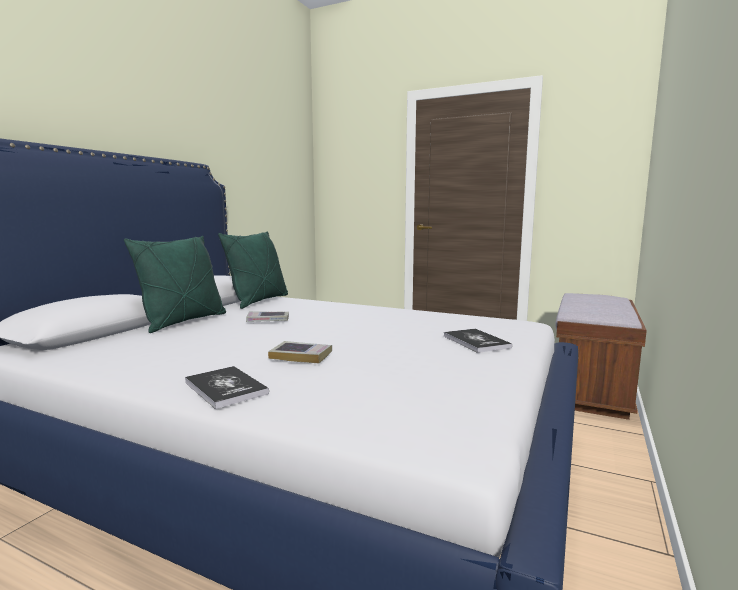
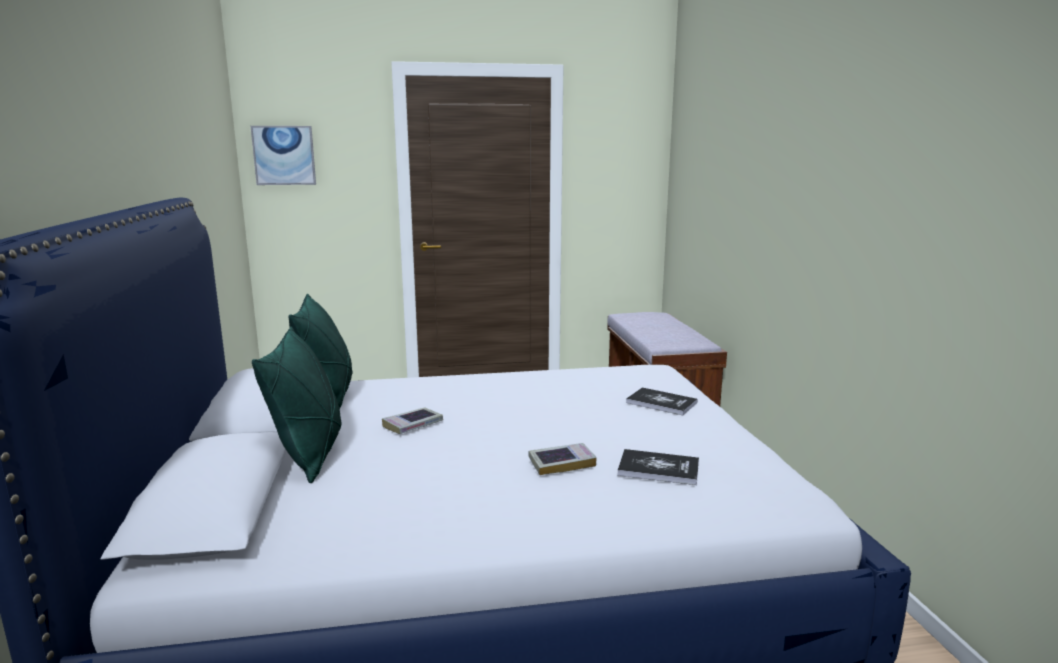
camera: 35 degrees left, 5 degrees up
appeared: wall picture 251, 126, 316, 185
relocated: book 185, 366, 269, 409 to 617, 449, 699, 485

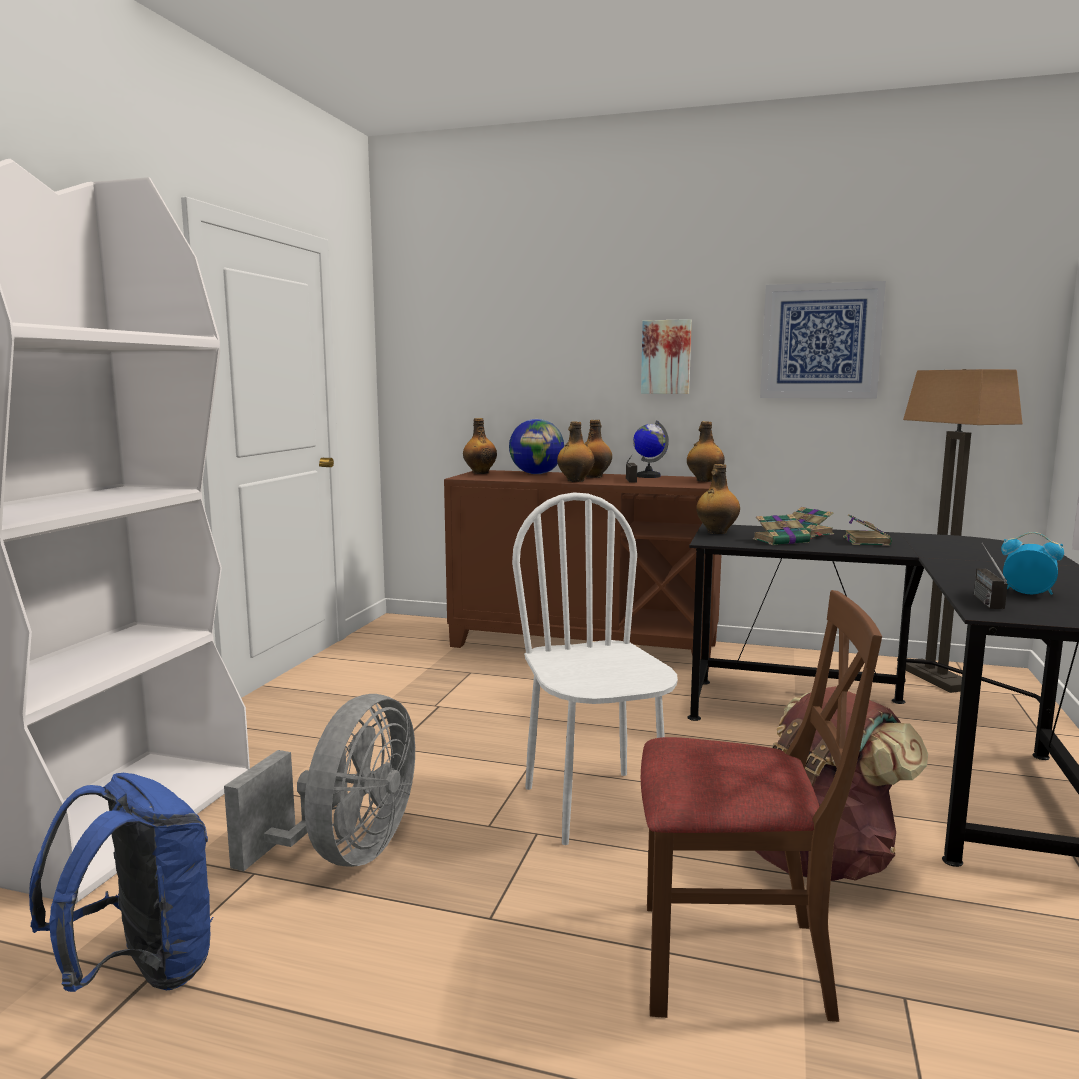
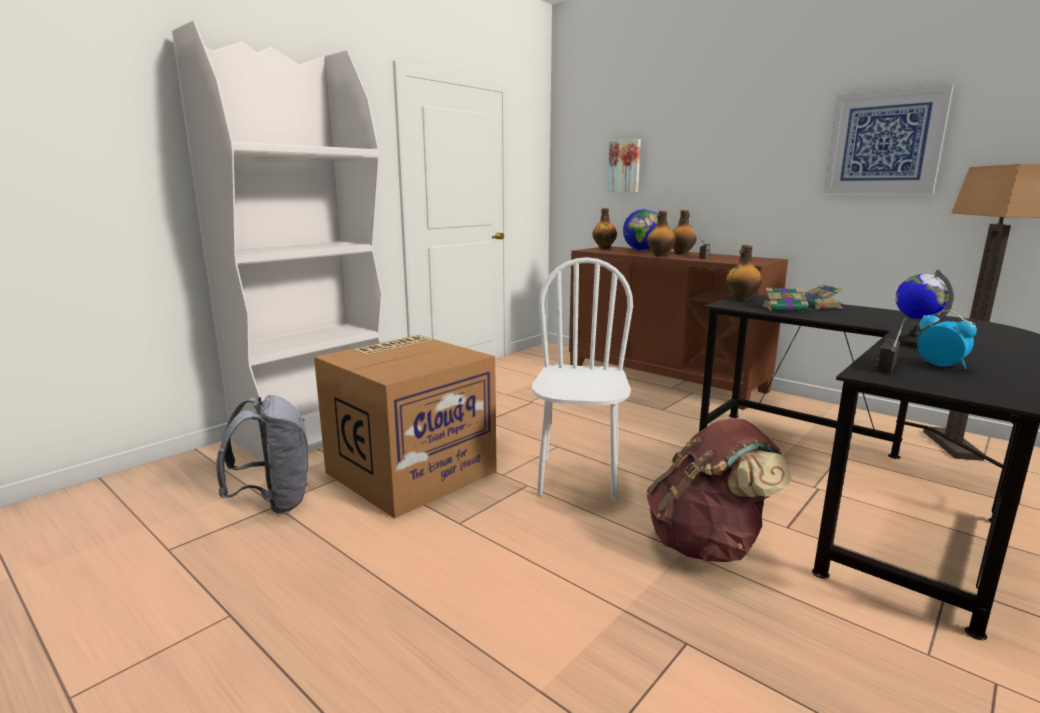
camera: 25 degrees right, 5 degrees up
missing: brown chair 641, 590, 882, 1022; bottle 687, 421, 725, 482; book 843, 514, 892, 546
relocated: globe 633, 420, 669, 478 to 895, 270, 954, 348; wall picture 641, 319, 692, 394 to 608, 139, 641, 192
exchanged: gray cooling fan 224, 694, 415, 871 to carton 314, 335, 497, 518
colour: bluish rucksack 29, 773, 213, 992 to gray rucksack 216, 395, 308, 514

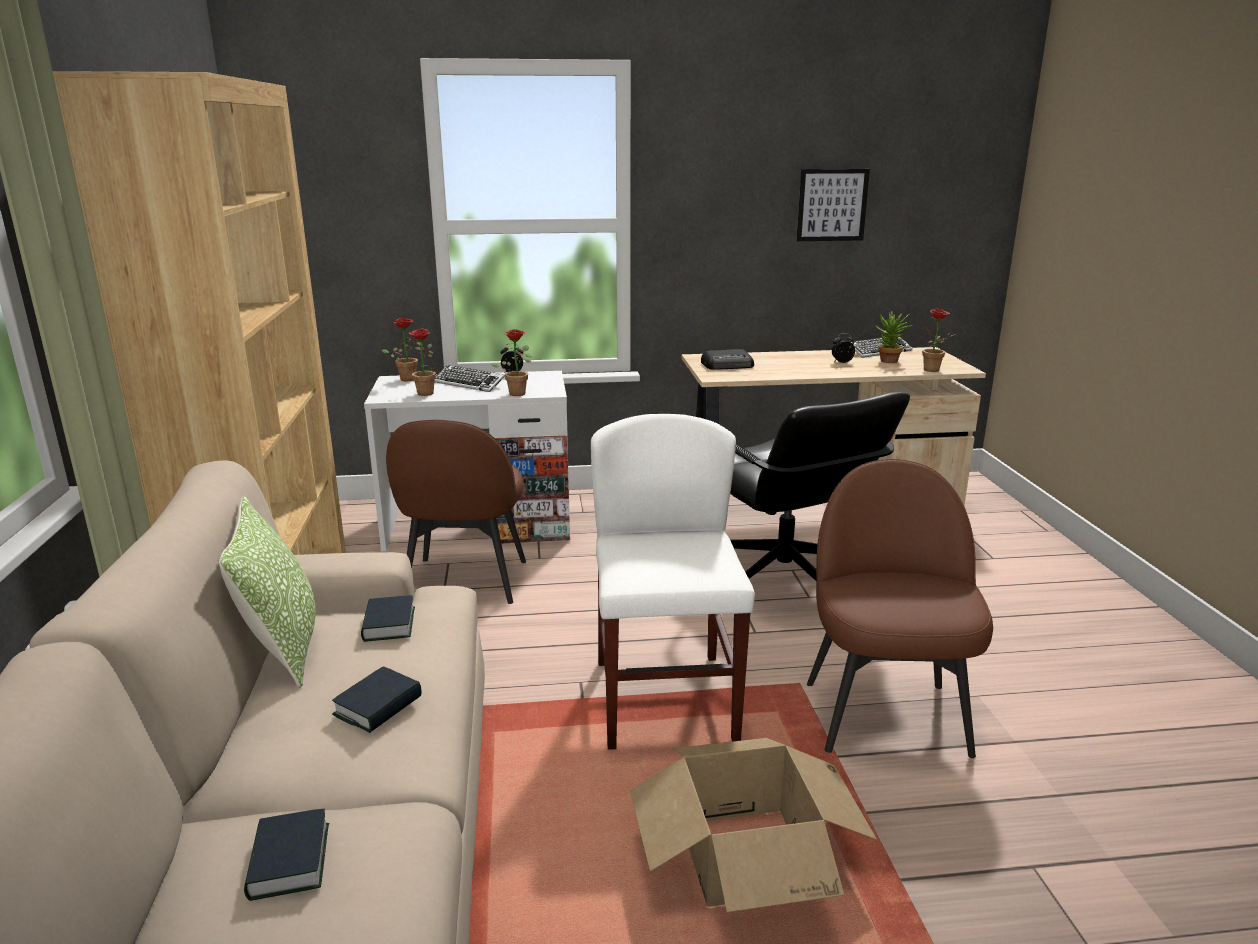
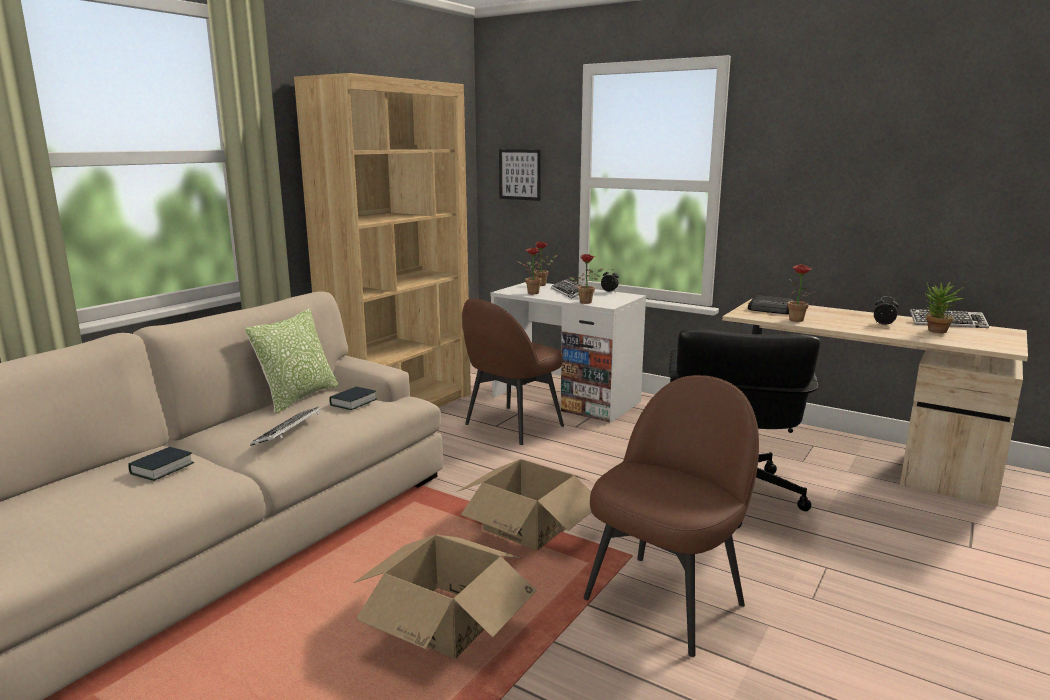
camera: 40 degrees right, 5 degrees down
relocated: wall picture 797, 169, 870, 241 to 499, 149, 541, 201; potted plant 922, 308, 956, 372 to 787, 264, 813, 322
exchanged: book 332, 666, 422, 733 to computer keyboard 250, 407, 322, 446; whitish chair 591, 414, 755, 750 to carton 457, 459, 591, 550

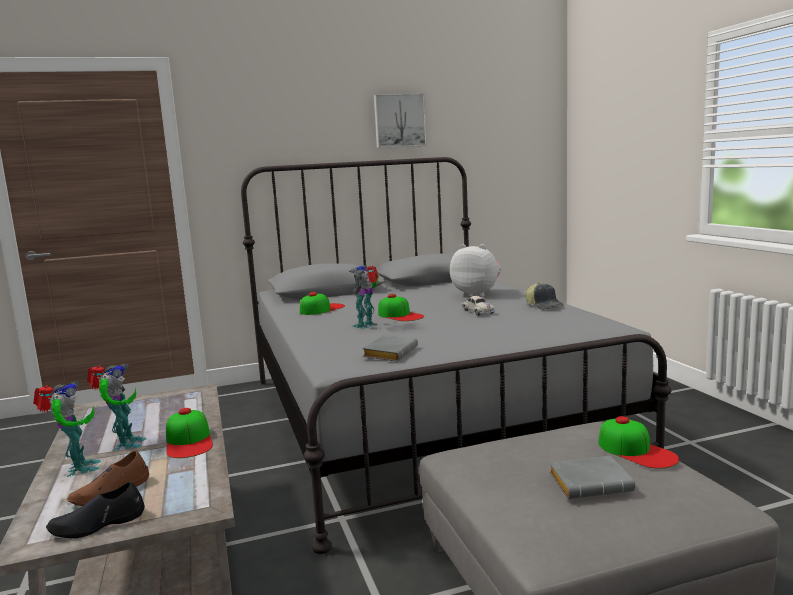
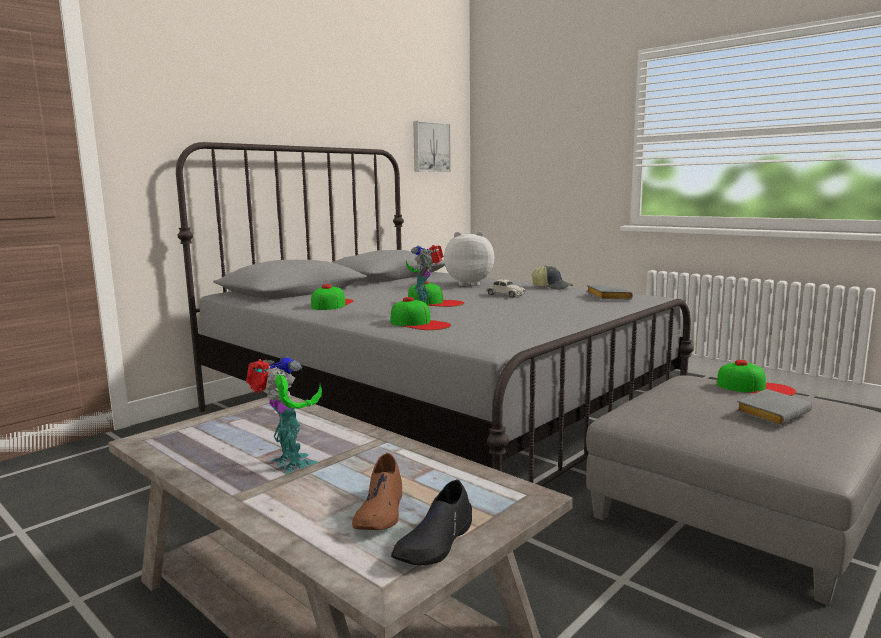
camera: 30 degrees left, 0 degrees up
missing: model robot 33, 381, 101, 477
relocated: peaked cap 166, 408, 213, 458 to 390, 297, 451, 330; gray book 362, 335, 418, 361 to 586, 285, 633, 300; wall picture 374, 93, 427, 148 to 413, 121, 451, 172

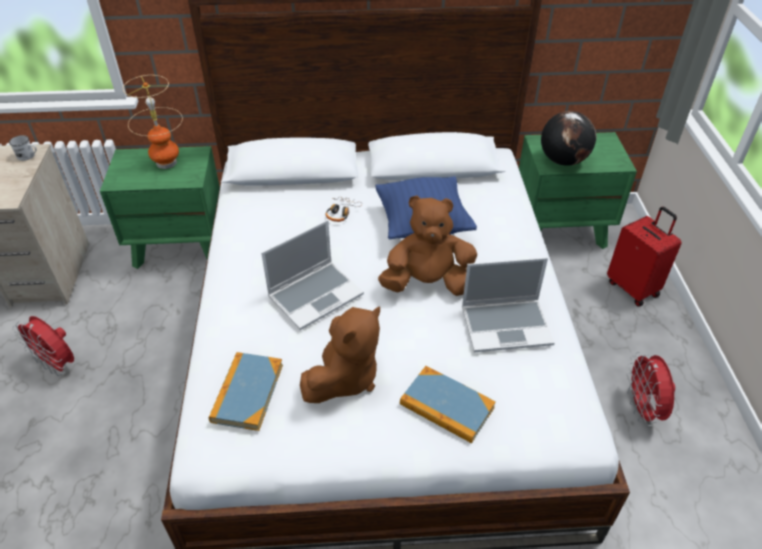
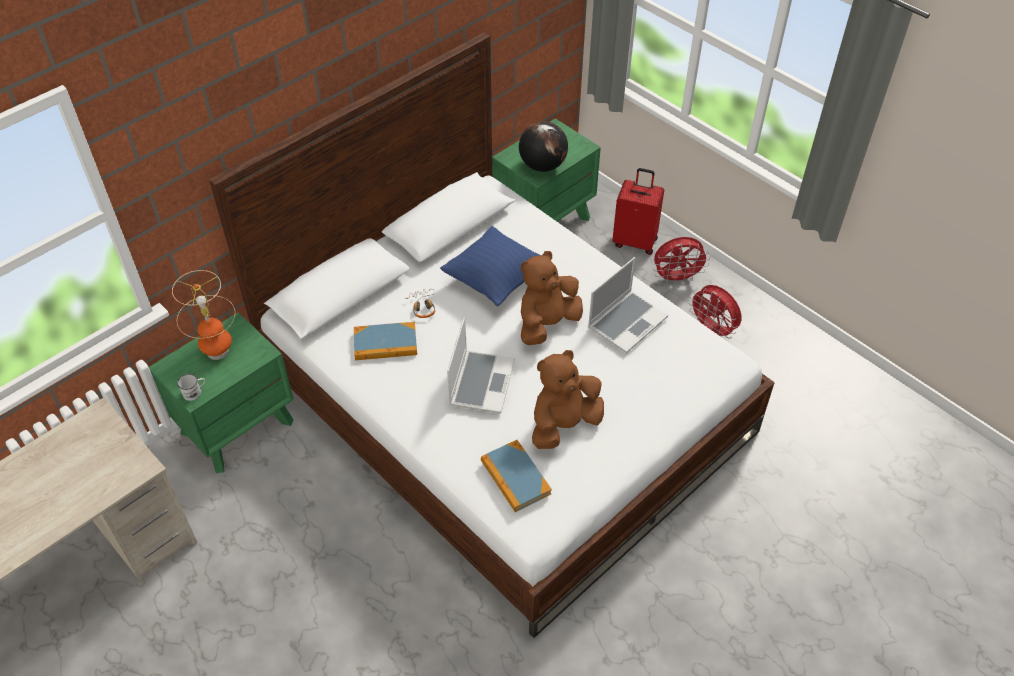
camera: 40 degrees left, 5 degrees up
relocated: whitish coffee mug 9, 135, 37, 161 to 177, 374, 206, 401; reddish cooling fan 12, 316, 74, 376 to 653, 237, 710, 285; book 400, 366, 496, 443 to 354, 322, 417, 360
spun: brown cuddly toy 300, 307, 380, 403 = 532, 350, 604, 449 120 degrees counterclockwise

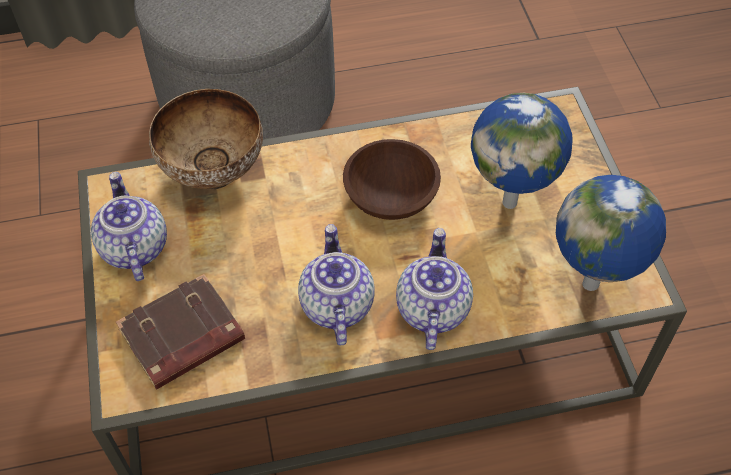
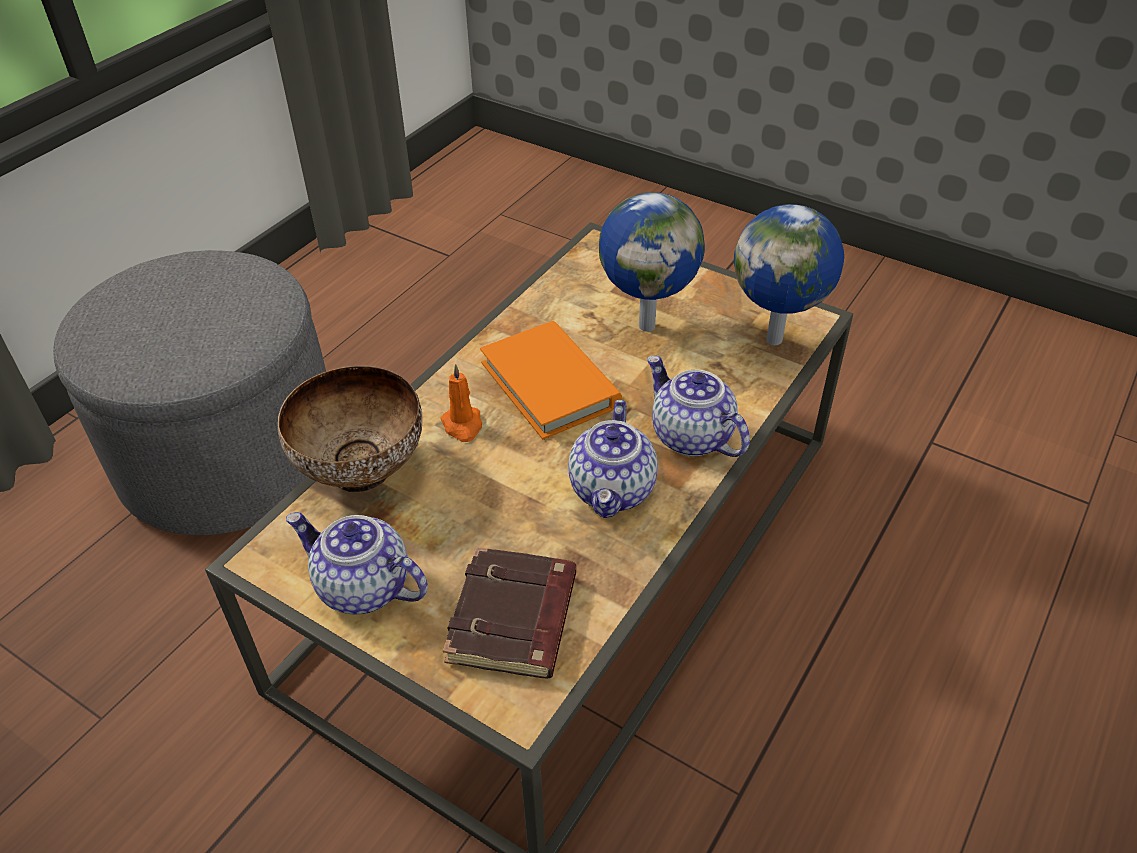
camera: 45 degrees left, 10 degrees down
appeared: orange-coloured wax candle 440, 364, 482, 442
exchanged: brown serving bowl 343, 139, 441, 220 to orange-coloured book 480, 321, 622, 439
spun: teapot 298, 224, 375, 346 = 568, 400, 658, 518 120 degrees counterclockwise

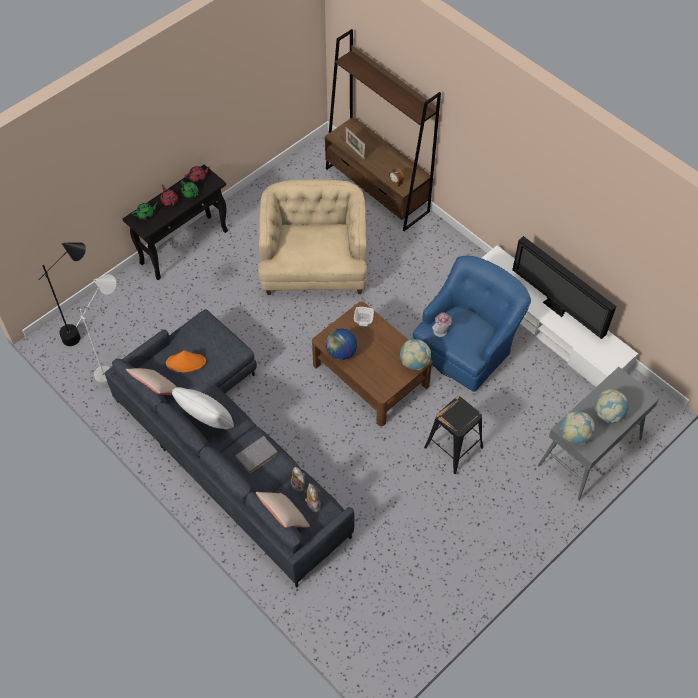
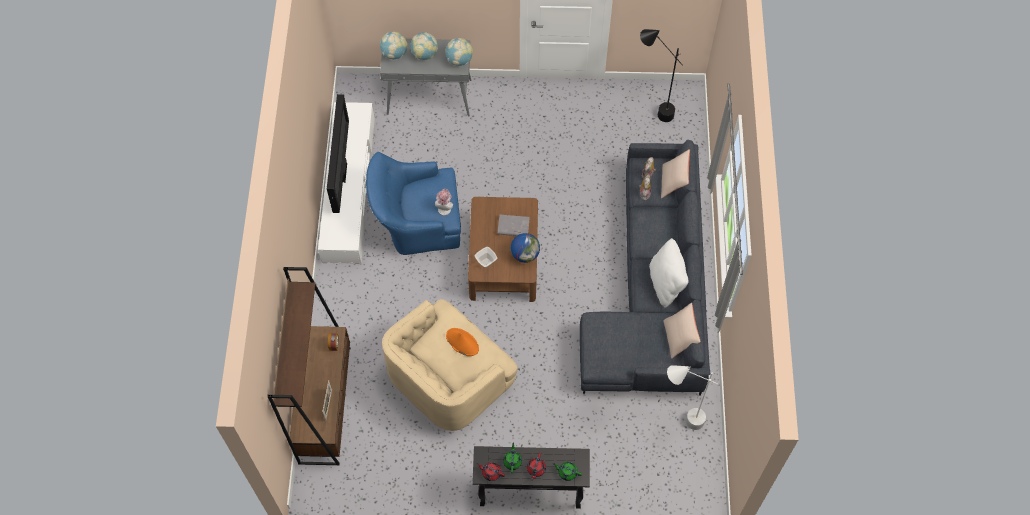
camera: 135 degrees left, 5 degrees up
missing: black stool 424, 396, 483, 474
relocated: black standard lamp 38, 242, 86, 346 to 640, 29, 683, 122; orange-coloured hat 166, 350, 206, 372 to 446, 328, 479, 356; gray book 235, 436, 278, 474 to 497, 215, 530, 236; globe 400, 339, 431, 370 to 380, 32, 408, 59

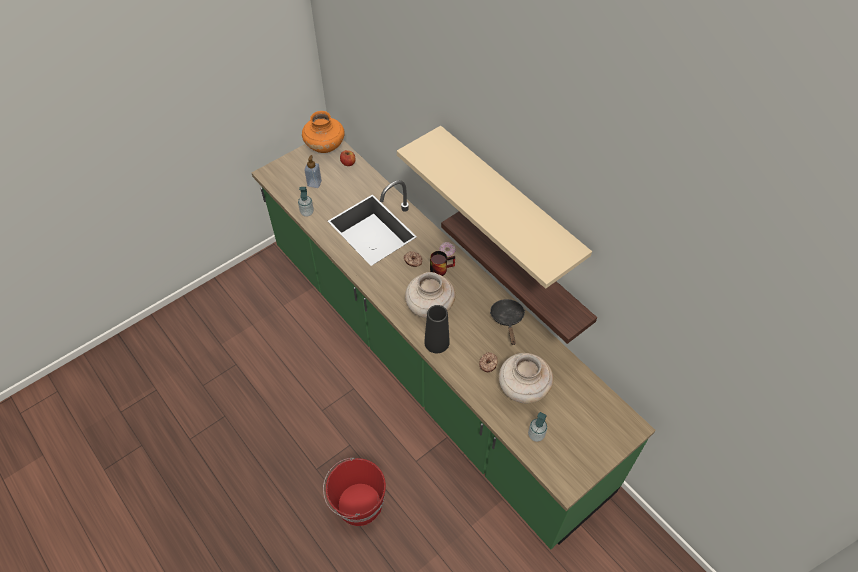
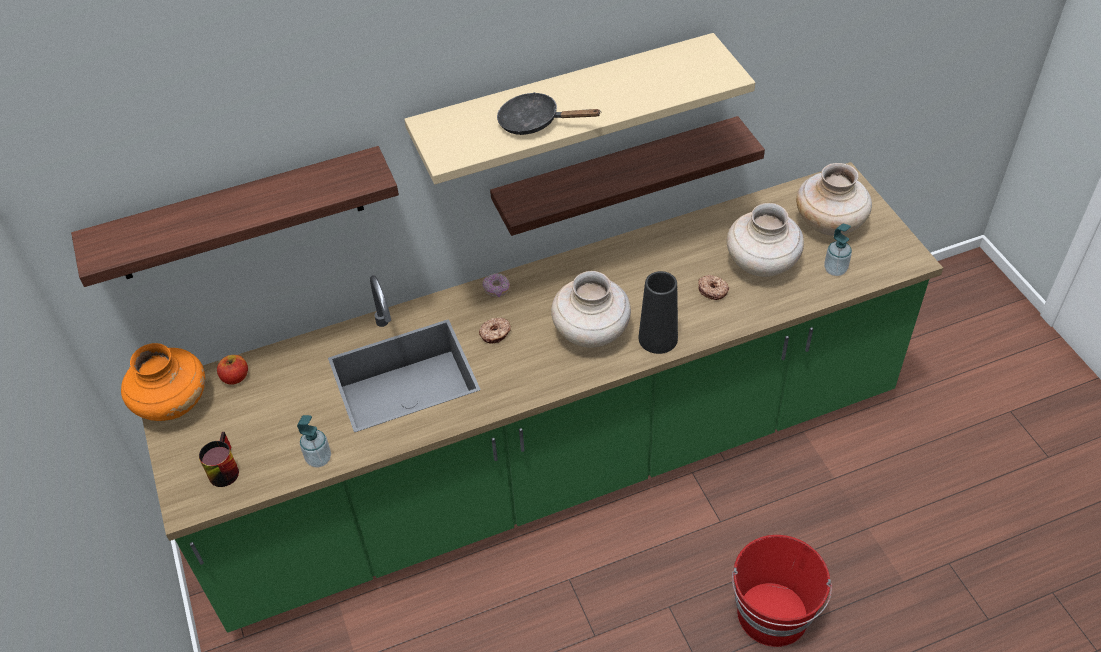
camera: 70 degrees left, 5 degrees down
missing: soap dispenser 304, 155, 322, 188
appeared: wall shelf 71, 146, 399, 287; beige flower vase 796, 163, 872, 236
relocated: coffee mug 430, 251, 455, 276 to 199, 432, 239, 487; black pan 490, 299, 525, 345 to 497, 92, 600, 135

